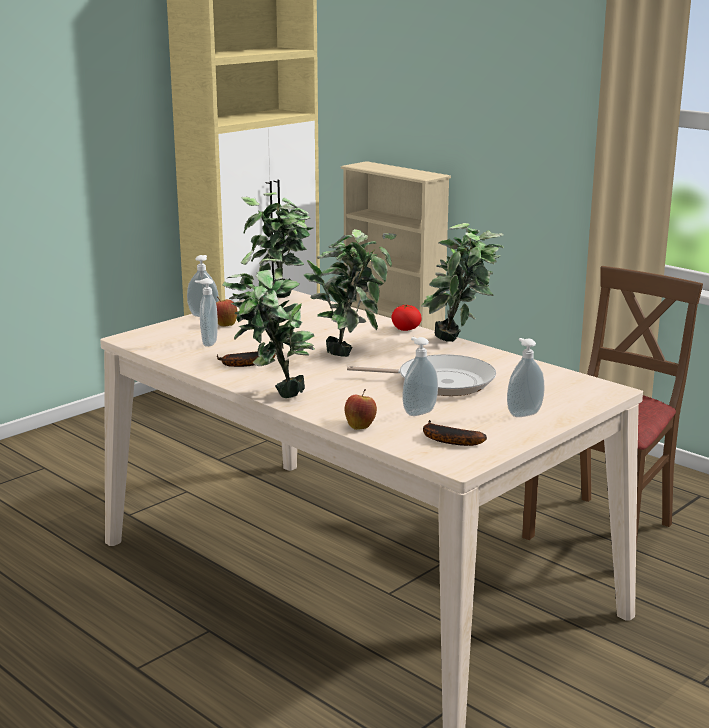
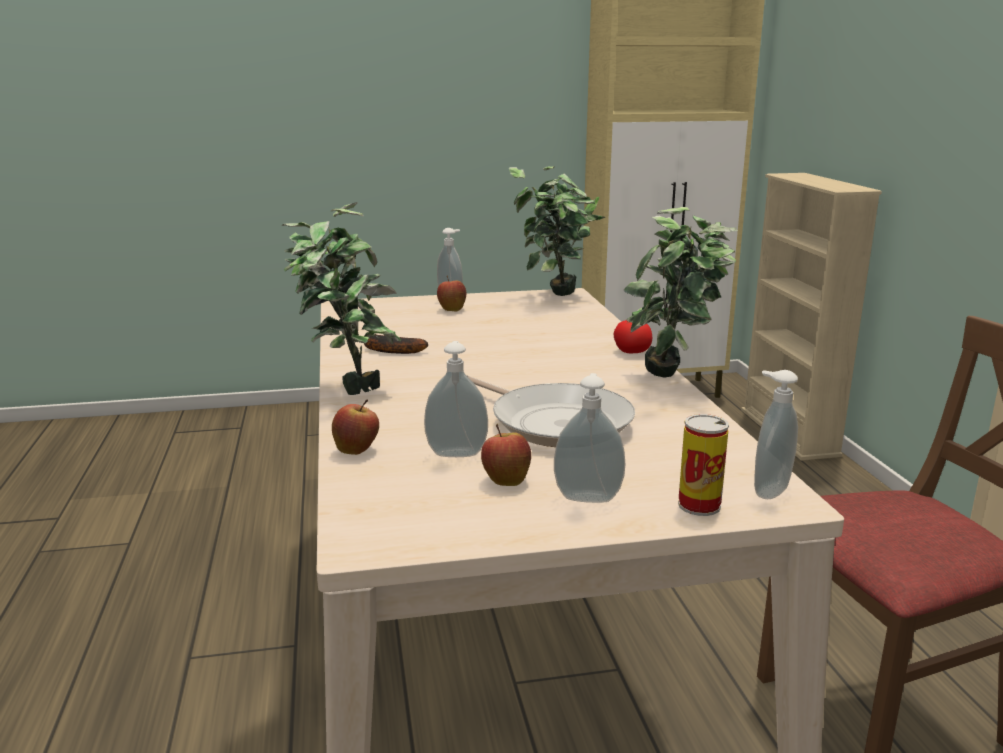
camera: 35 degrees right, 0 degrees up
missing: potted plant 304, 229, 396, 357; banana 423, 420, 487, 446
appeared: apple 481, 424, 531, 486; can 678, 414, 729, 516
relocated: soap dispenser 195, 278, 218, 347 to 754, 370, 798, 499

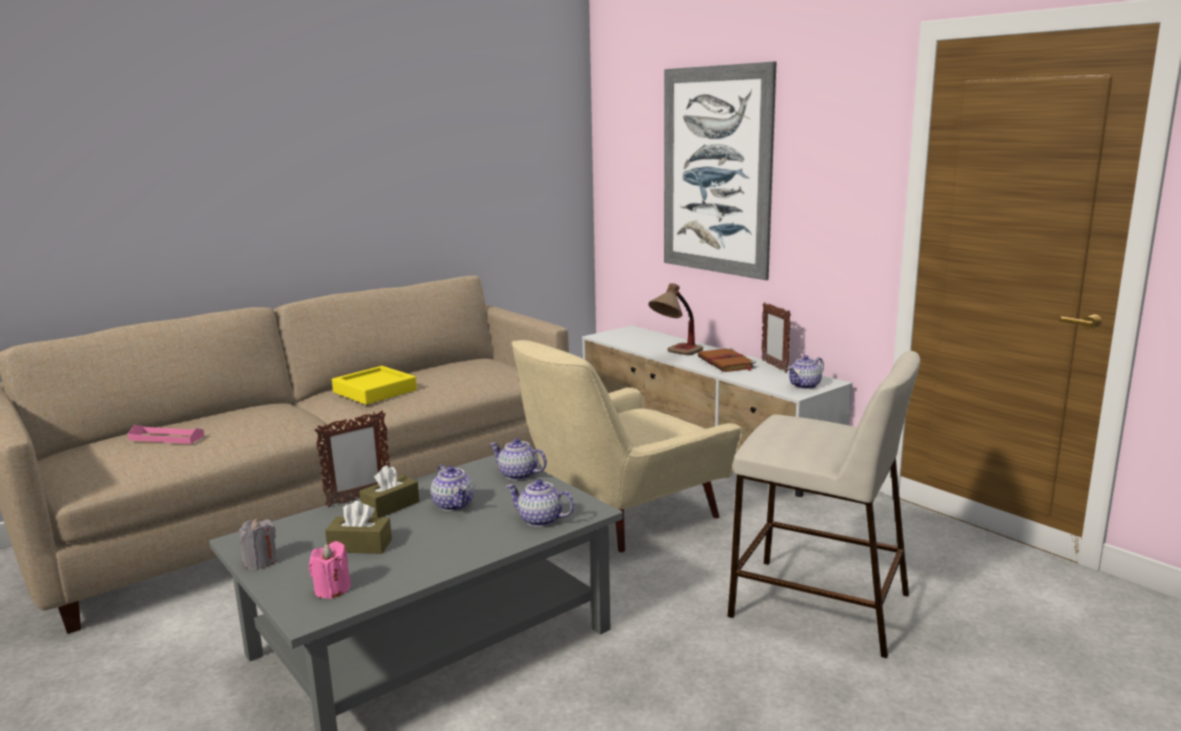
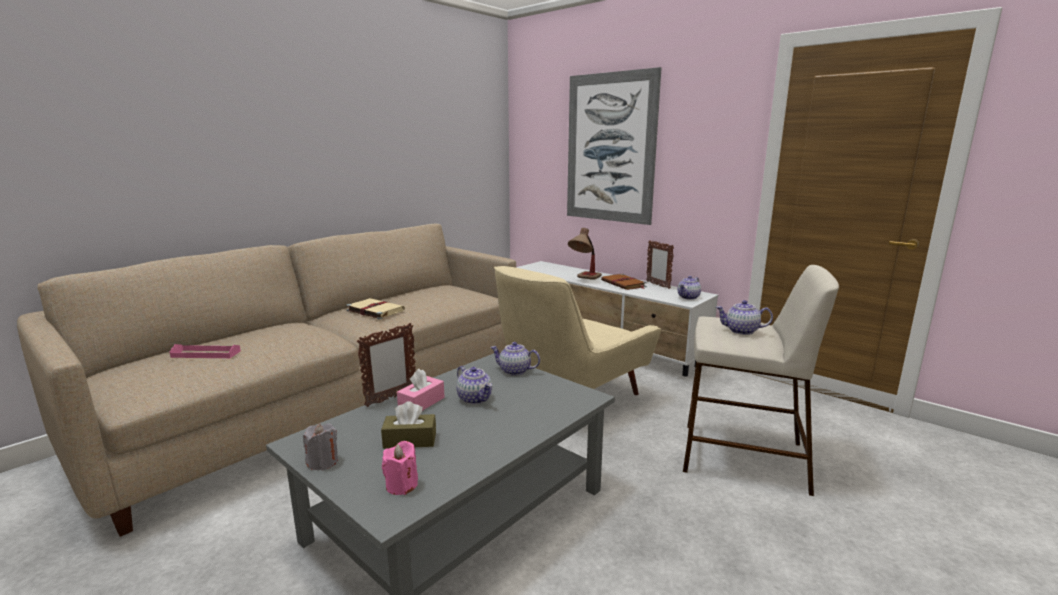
camera: 10 degrees left, 0 degrees up
relocated: teapot 506, 479, 575, 527 to 716, 300, 773, 335
exchanged: yellow-coloured tray 332, 366, 417, 405 to beige book 346, 298, 405, 319
colour: brown tissue holder 359, 465, 419, 518 to pinkish tissue holder 397, 369, 445, 411

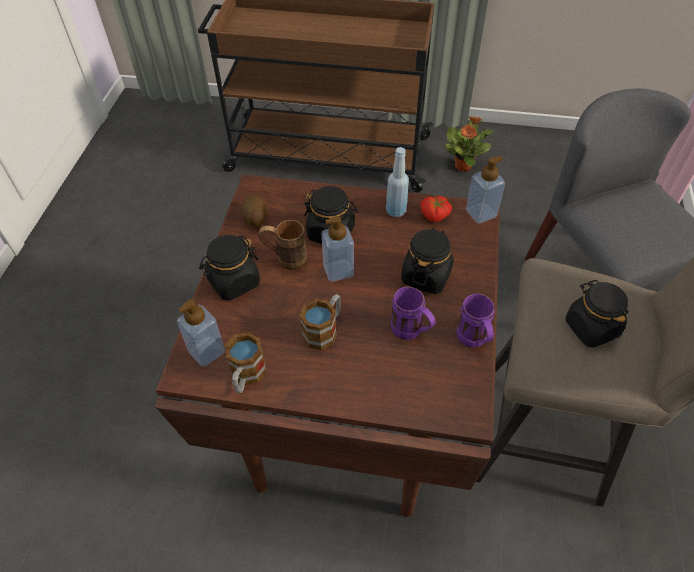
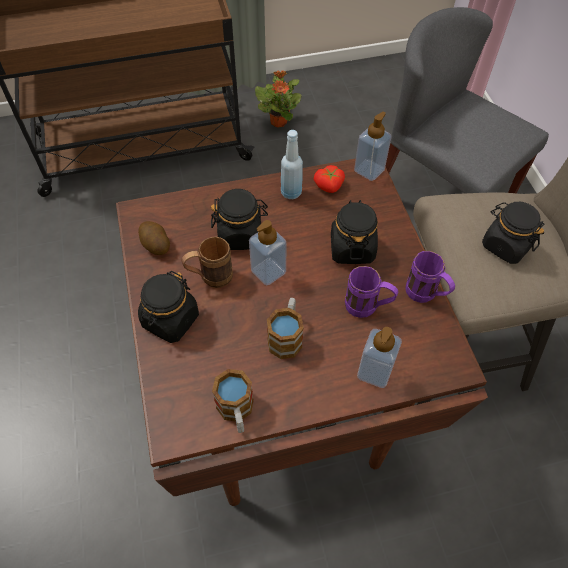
camera: 25 degrees left, 5 degrees up
relocated: soap dispenser 177, 299, 225, 367 to 357, 327, 402, 388

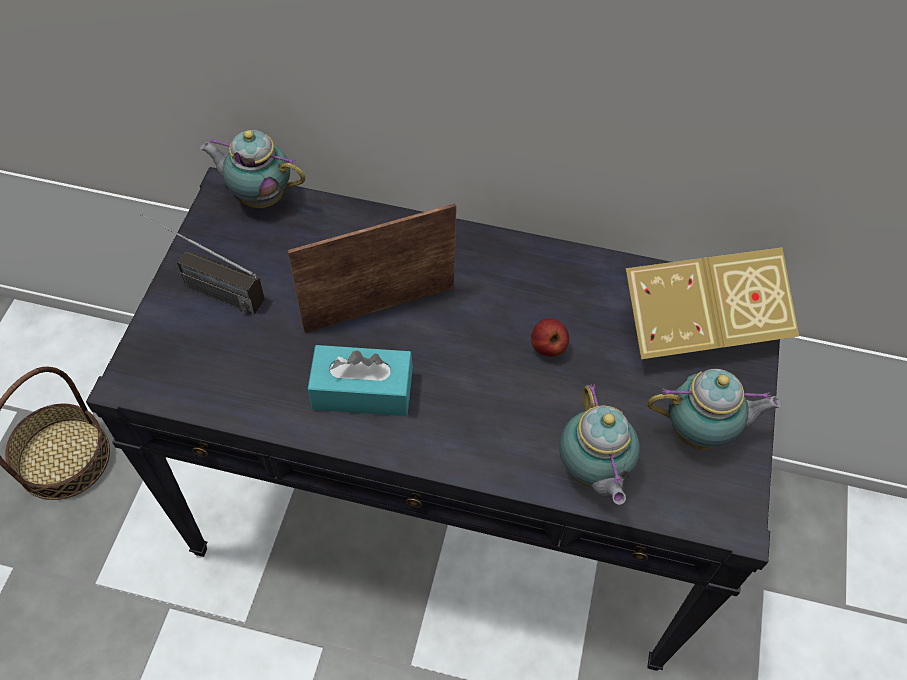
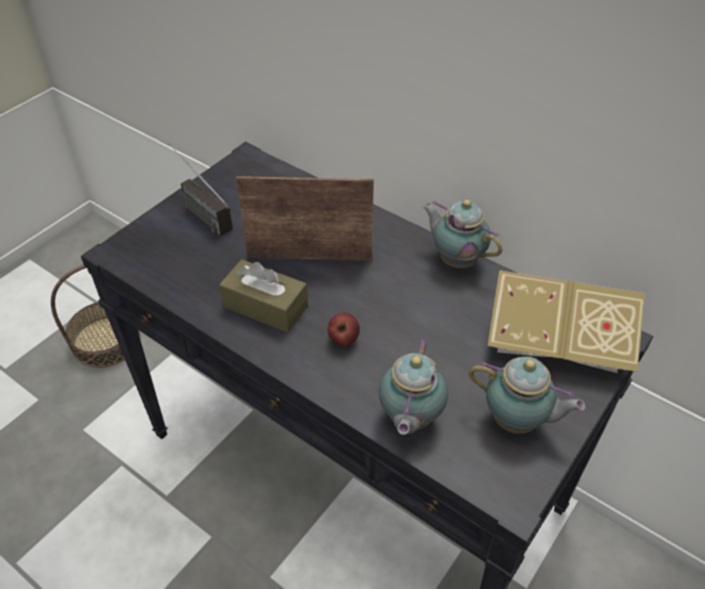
camera: 25 degrees right, 10 degrees down
relocated: teapot 200, 130, 306, 208 to 422, 200, 503, 268; apple 531, 318, 569, 357 to 327, 312, 360, 346
colour: blue-green tissue holder 308, 345, 413, 416 to brown tissue holder 219, 259, 308, 333

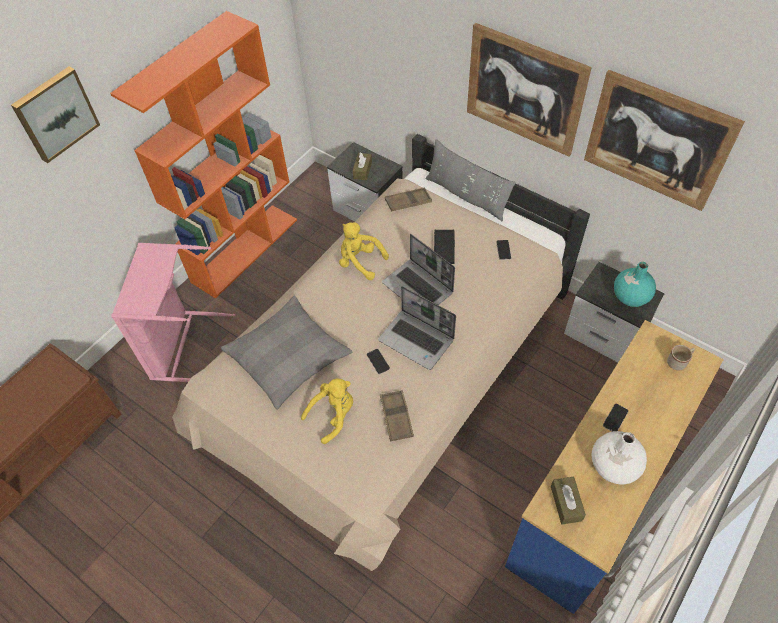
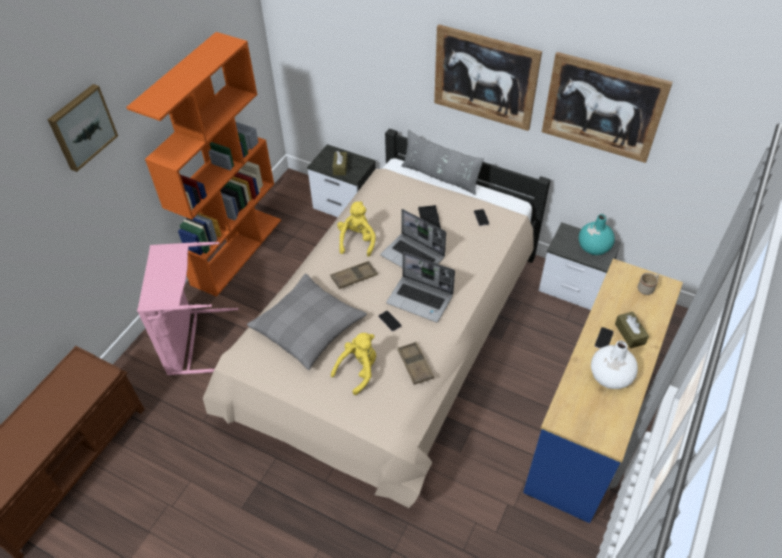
camera: 10 degrees left, 5 degrees down
relocated: brown tray 385, 188, 432, 211 to 331, 261, 378, 289; brown tissue holder 551, 477, 586, 524 to 615, 312, 649, 348
spun: yellow-coloured cuddly toy 339, 222, 389, 280 = 337, 201, 376, 257 75 degrees clockwise

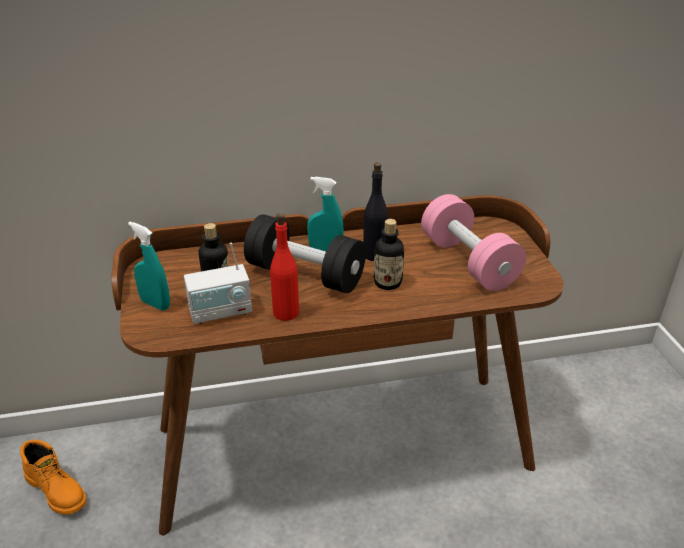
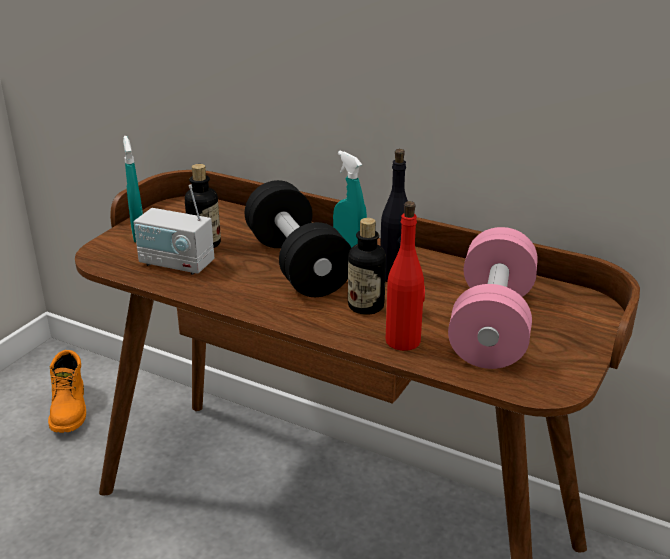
camera: 40 degrees right, 5 degrees down
relocated: reddish bottle 270, 213, 299, 321 to 386, 201, 425, 351

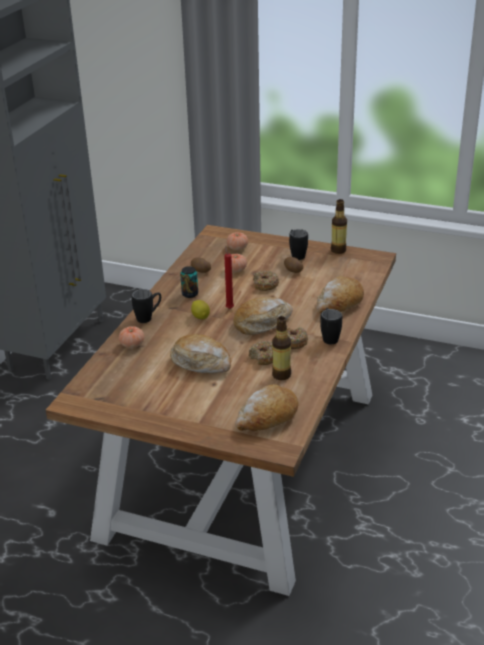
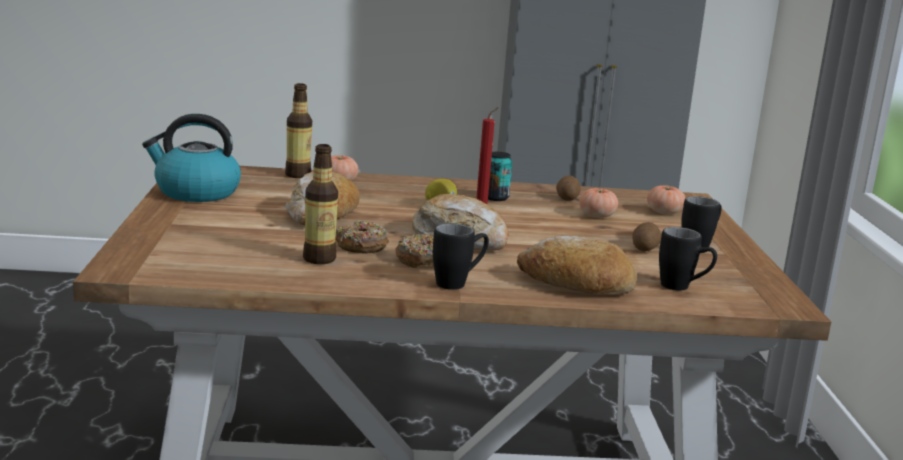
camera: 65 degrees right, 15 degrees down
missing: baked bread 235, 384, 299, 431; donut 253, 271, 279, 291
appeared: tea kettle 142, 114, 241, 202
relocated: black coffee mug 131, 289, 161, 323 to 659, 227, 717, 291; bottle 331, 199, 347, 254 to 285, 83, 312, 178

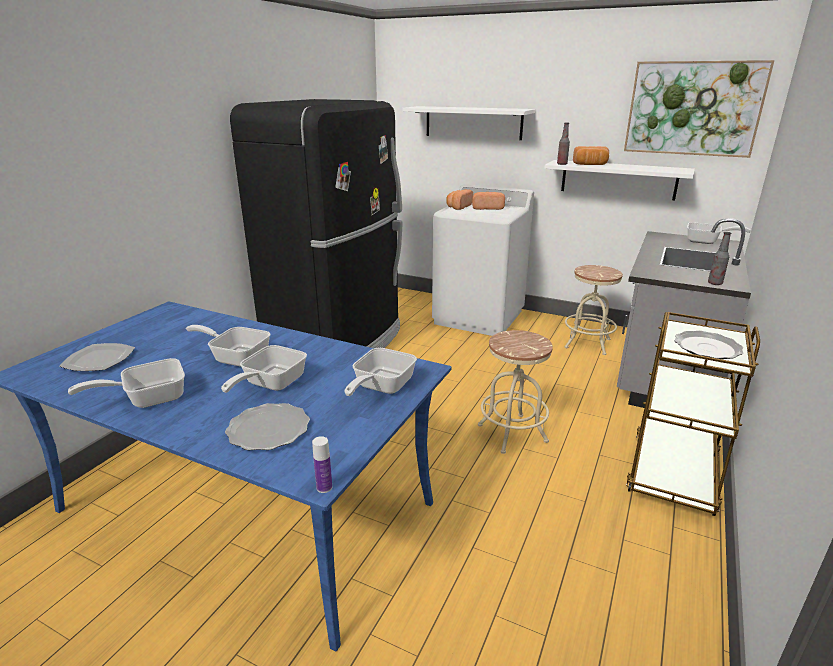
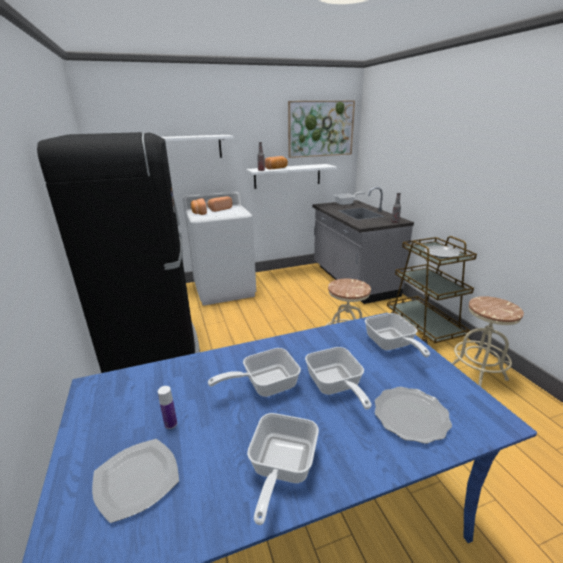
camera: 45 degrees left, 0 degrees up
relocated: bottle 312, 436, 332, 493 to 158, 386, 177, 429; beige stool 565, 265, 623, 355 to 452, 296, 524, 387

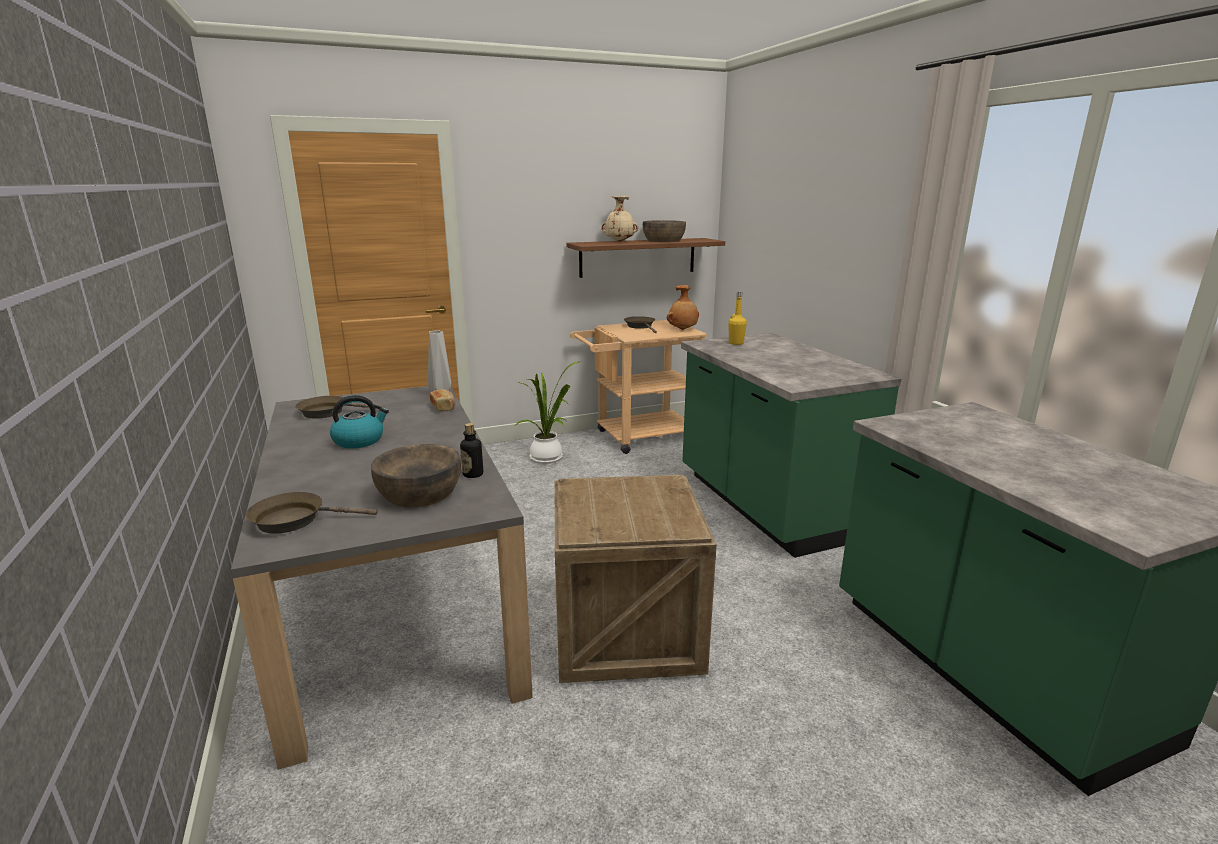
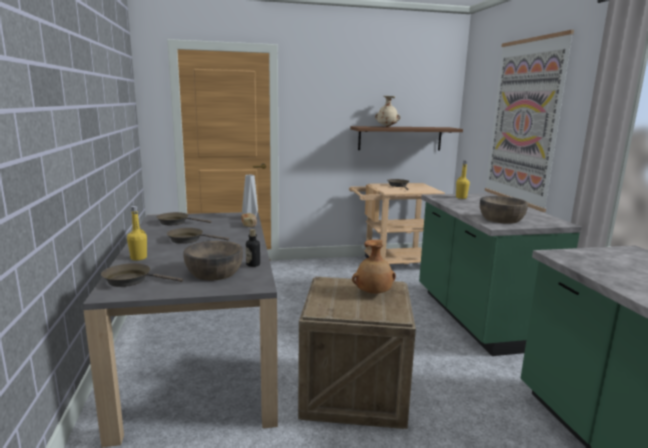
camera: 10 degrees right, 5 degrees down
missing: potted plant 516, 361, 581, 464
appeared: yellow-coloured bottle 127, 206, 147, 260; wall picture 485, 30, 574, 212
relocated: brown serving bowl 643, 220, 686, 242 to 480, 196, 528, 224; brown flower vase 667, 285, 699, 330 to 352, 239, 396, 294
exchanged: tea kettle 330, 395, 389, 448 to brown pan 166, 228, 229, 244

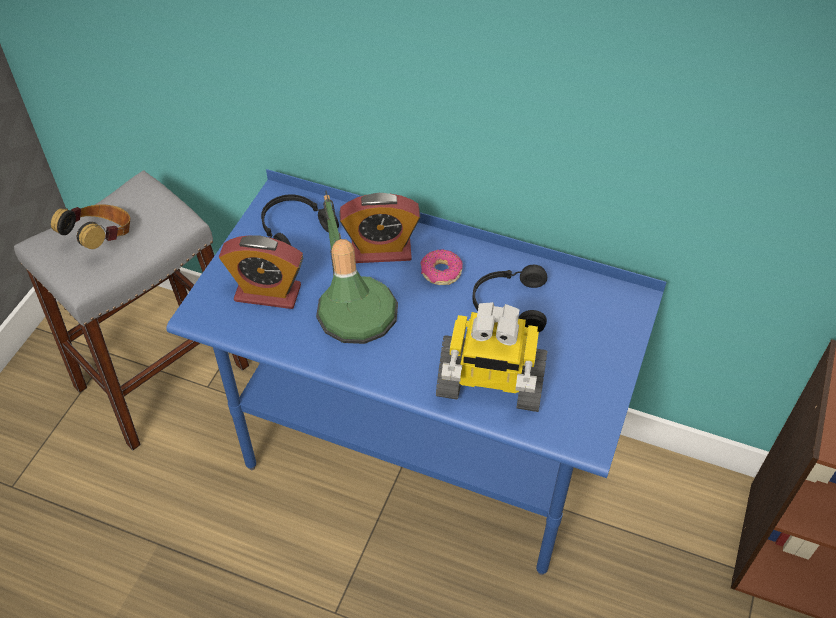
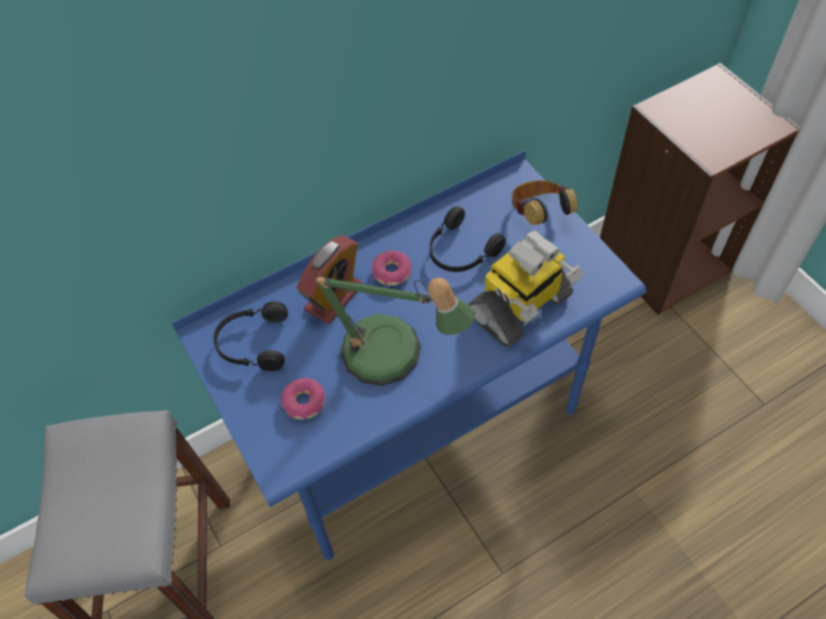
camera: 50 degrees left, 5 degrees up
relocated: headphones 51, 205, 130, 249 to 512, 180, 578, 225
exchanged: table clock 219, 235, 303, 309 to donut 281, 378, 325, 420

